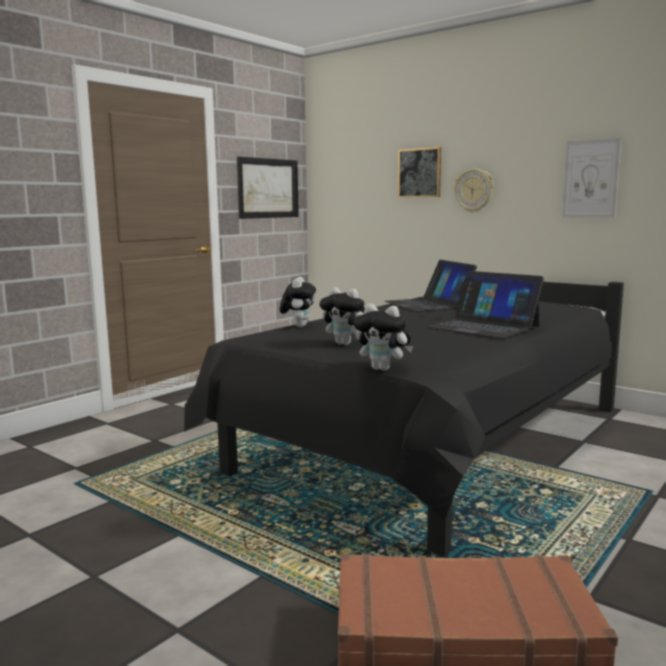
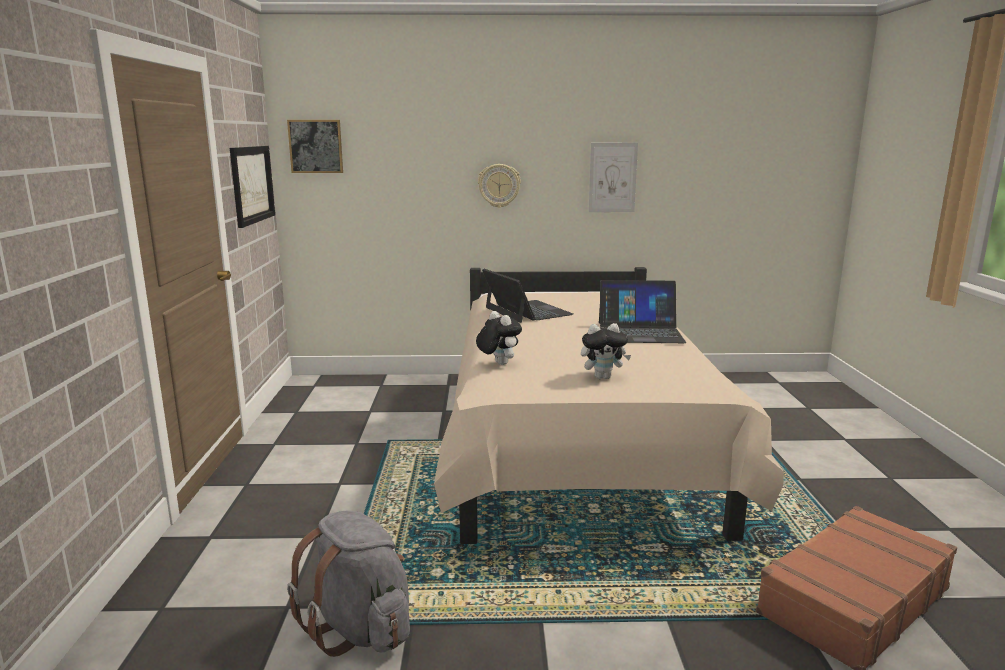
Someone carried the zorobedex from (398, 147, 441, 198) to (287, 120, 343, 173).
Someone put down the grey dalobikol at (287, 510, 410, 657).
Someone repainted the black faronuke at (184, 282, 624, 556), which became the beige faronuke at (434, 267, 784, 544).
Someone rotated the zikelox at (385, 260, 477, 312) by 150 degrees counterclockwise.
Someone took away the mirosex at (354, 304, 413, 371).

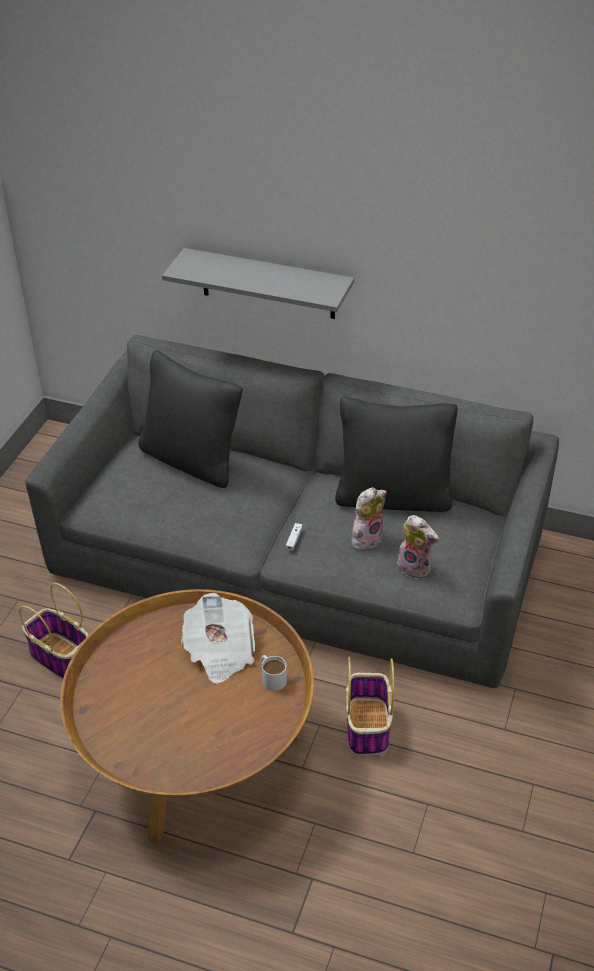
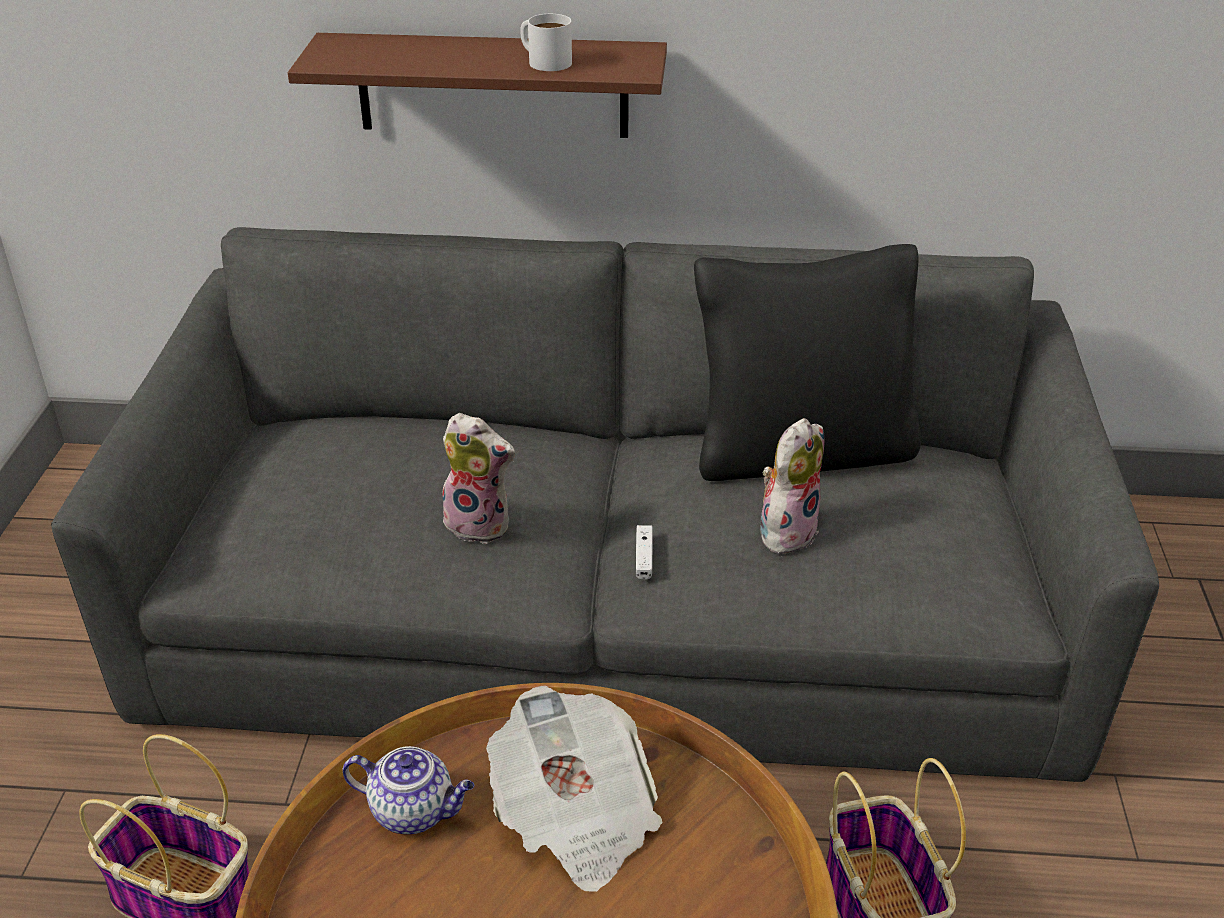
Someone repainted the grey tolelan at (162, 248, 354, 319), which became the brown tolelan at (288, 33, 667, 138).
Someone put down the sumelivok at (343, 746, 474, 834).
Someone carried the mirosex from (397, 515, 439, 579) to (442, 413, 515, 544).
Someone carried the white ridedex from (261, 655, 287, 691) to (520, 14, 572, 71).
Someone took away the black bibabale at (138, 350, 243, 488).

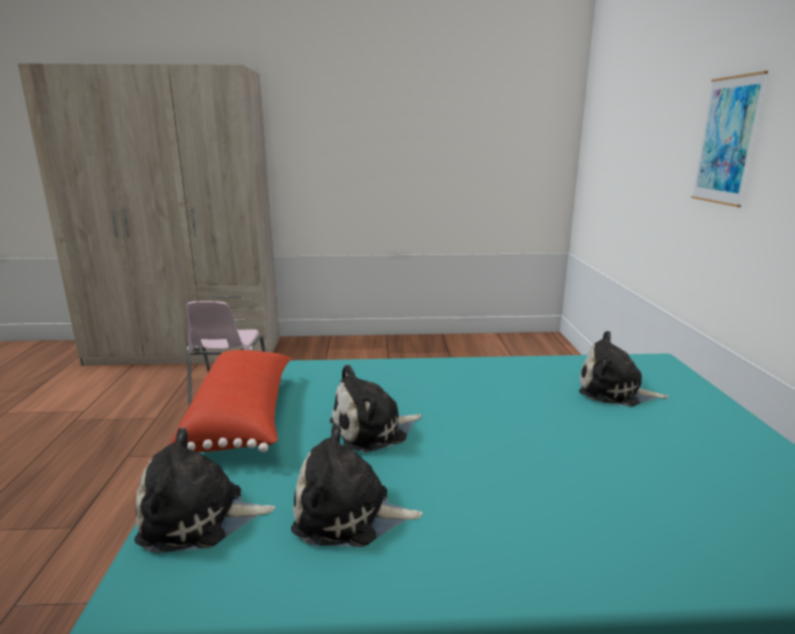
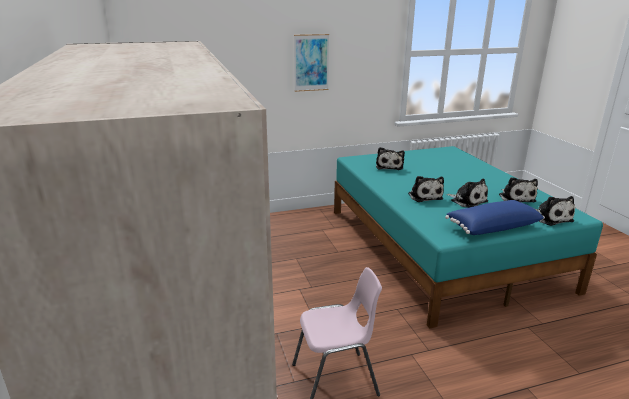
Someone put down the mirosex at (408, 176, 444, 202).
Someone repainted the red bibabale at (170, 350, 291, 452), which became the blue bibabale at (445, 200, 545, 235).

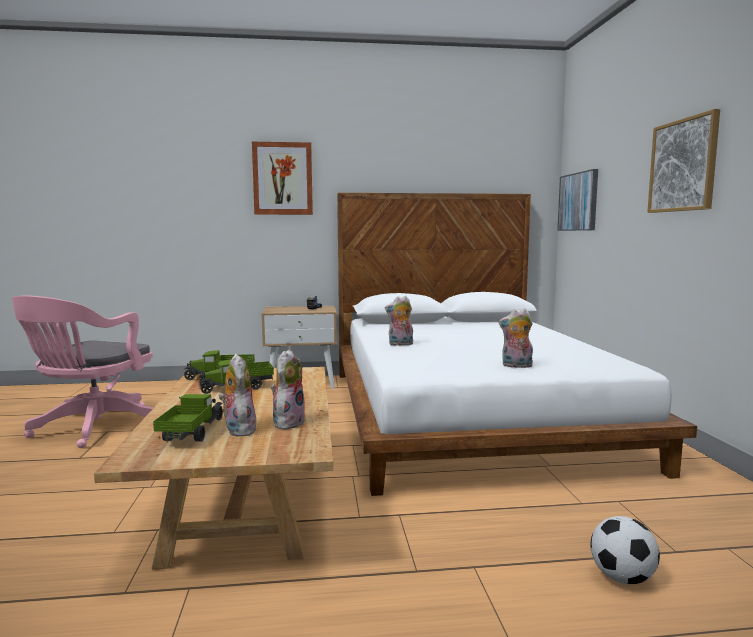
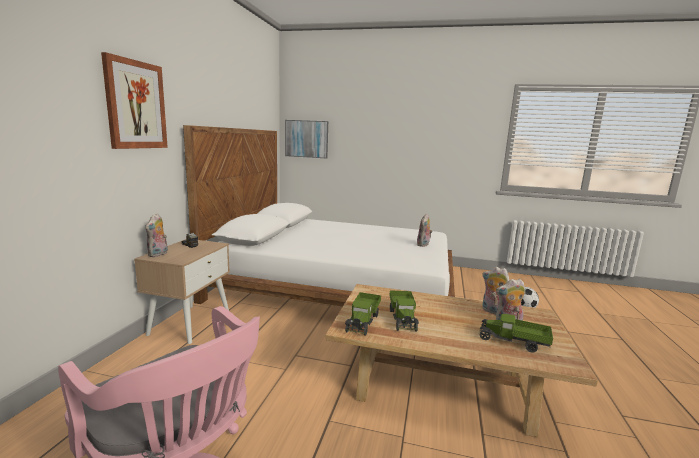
Someone carried the mirosex from (385, 296, 413, 346) to (145, 214, 168, 257).
Someone took away the zorobedex at (647, 109, 720, 213).

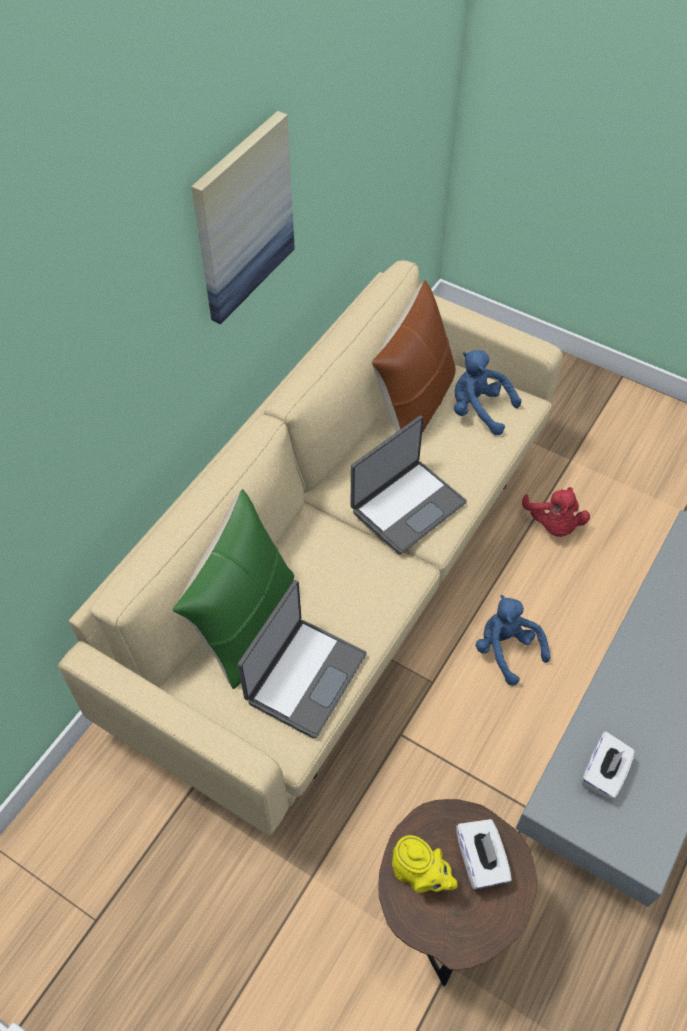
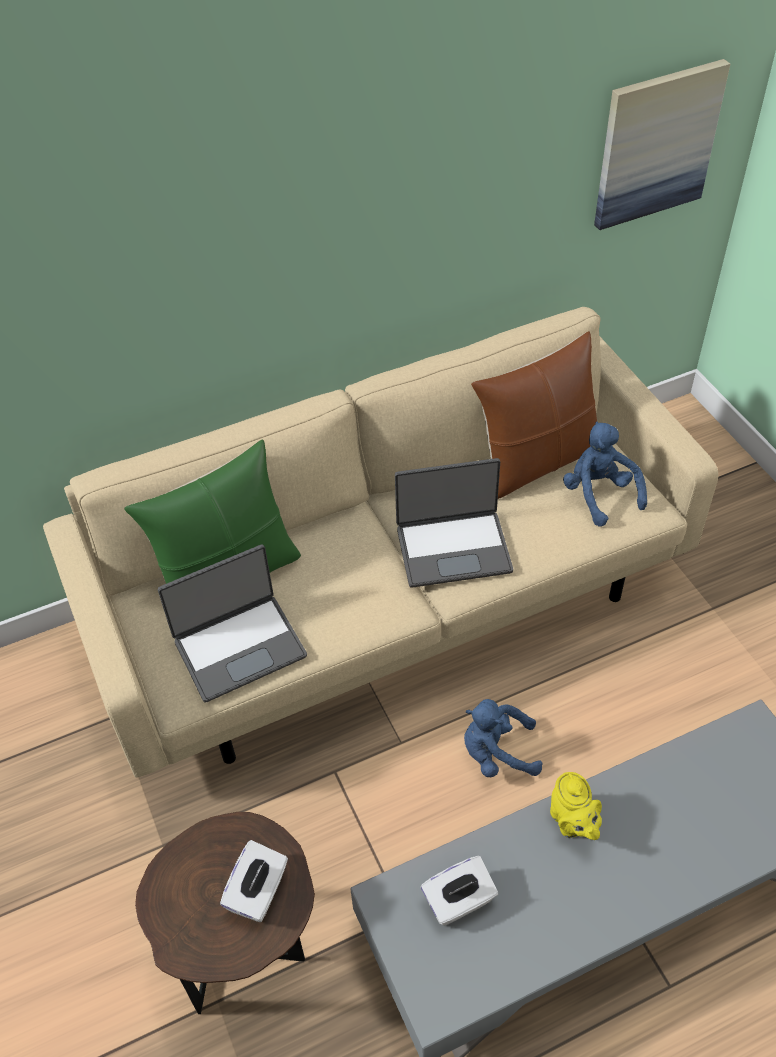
Someone rotated the blue mirosex at (476, 595, 550, 686) by 90 degrees counterclockwise.
Someone carried the yellow sumelivok from (392, 835, 457, 893) to (550, 772, 602, 840).
Someone carried the zorobedex from (191, 111, 295, 324) to (594, 59, 730, 230).
Someone took away the red mirosex at (522, 487, 590, 537).

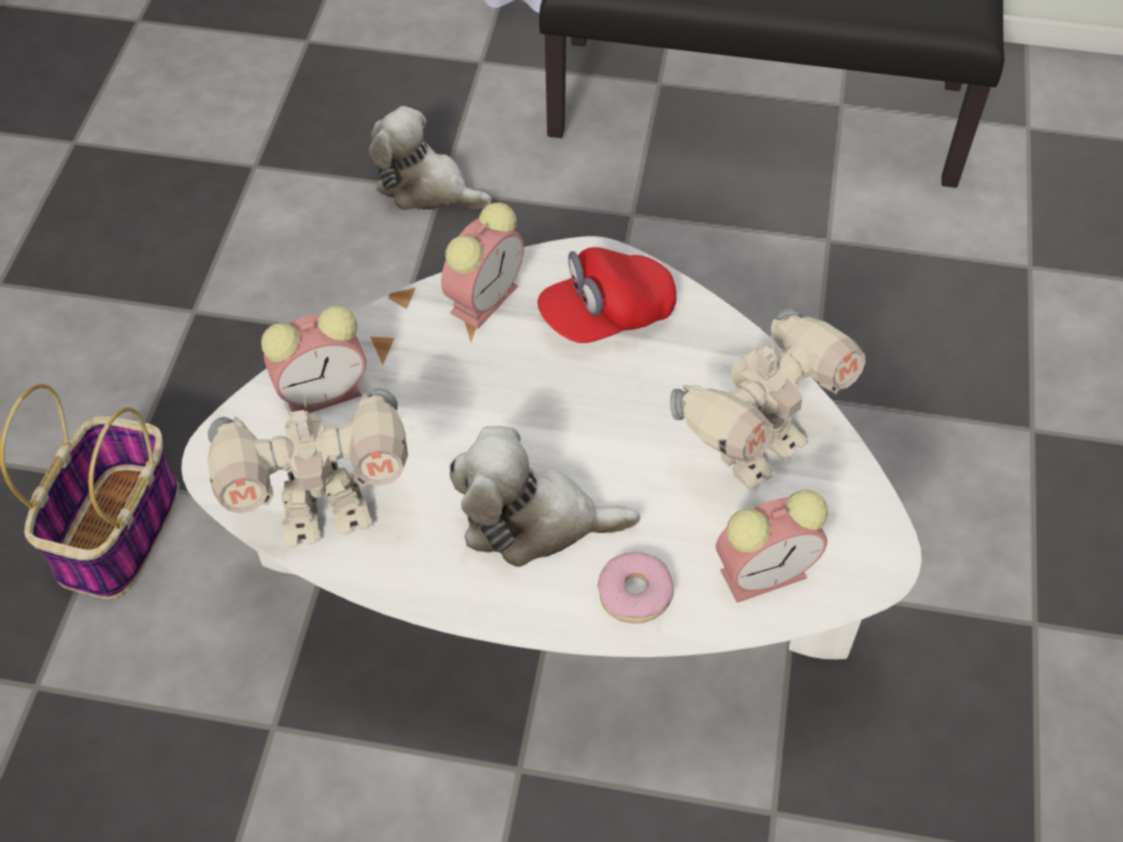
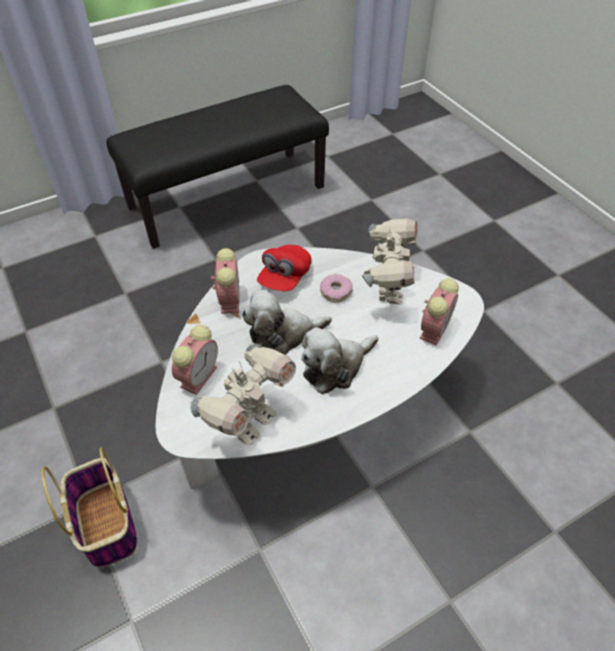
Someone carried the mirosex from (369, 106, 491, 210) to (242, 290, 332, 355).
Someone carried the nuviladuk from (597, 552, 674, 624) to (320, 274, 353, 302).

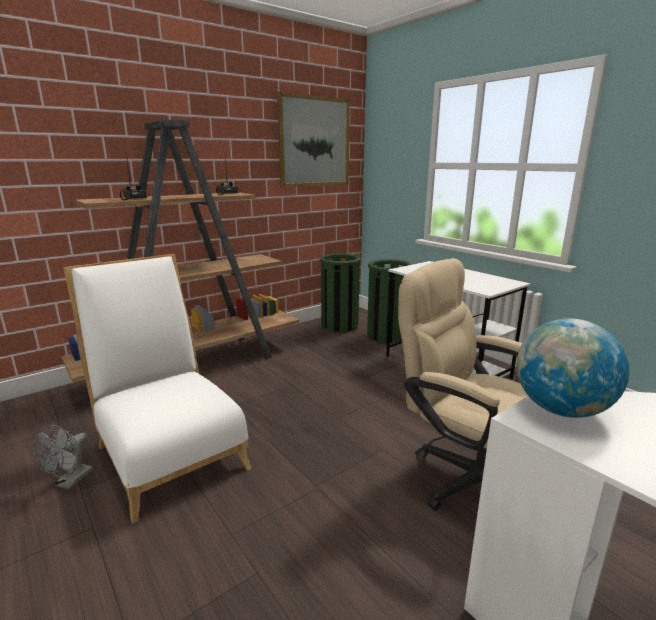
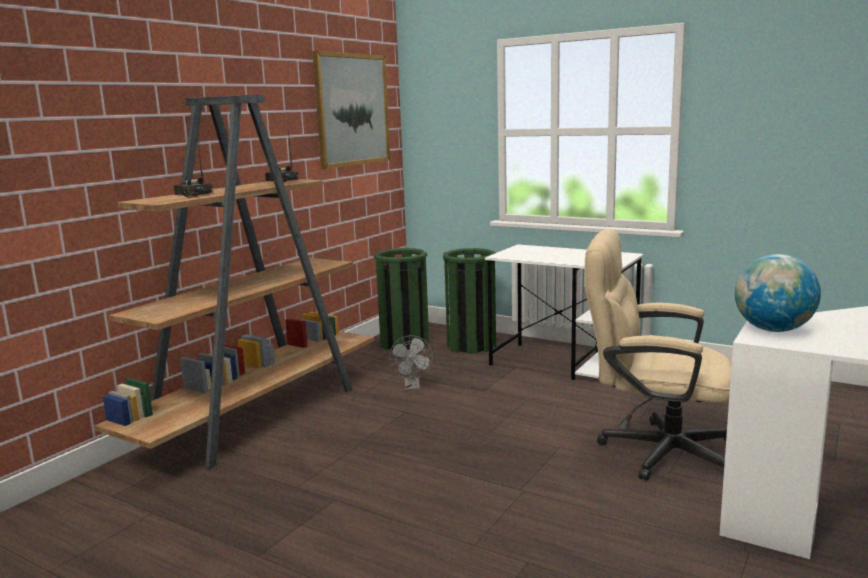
Someone carried the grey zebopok from (33, 425, 93, 490) to (389, 335, 433, 390).
Someone took away the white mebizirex at (63, 254, 252, 523).

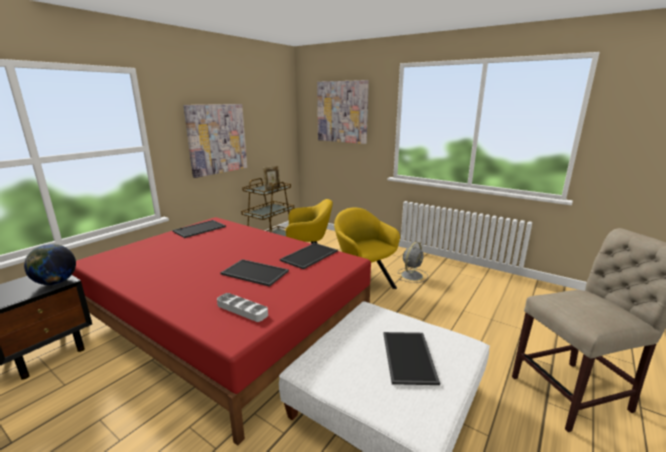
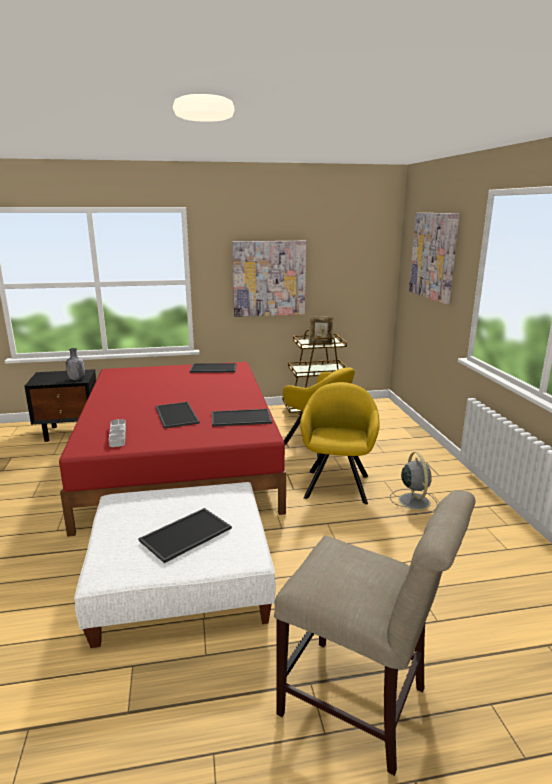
Someone swapped the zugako at (24, 244, 76, 285) for the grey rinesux at (66, 348, 85, 380).
Someone rotated the grey zebopok at (398, 242, 428, 283) by 90 degrees counterclockwise.

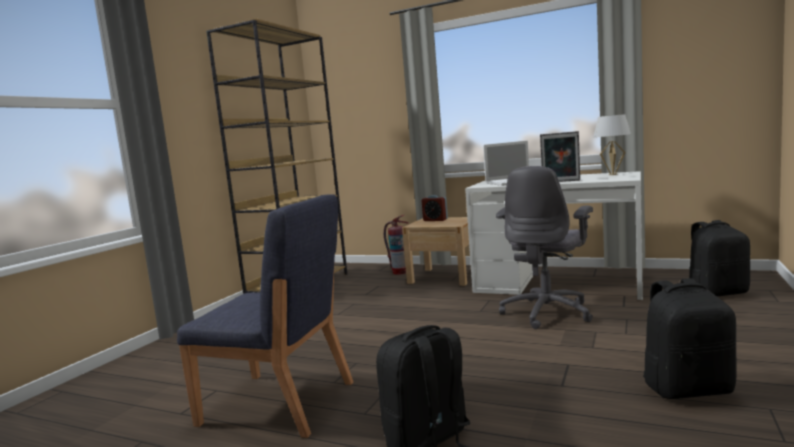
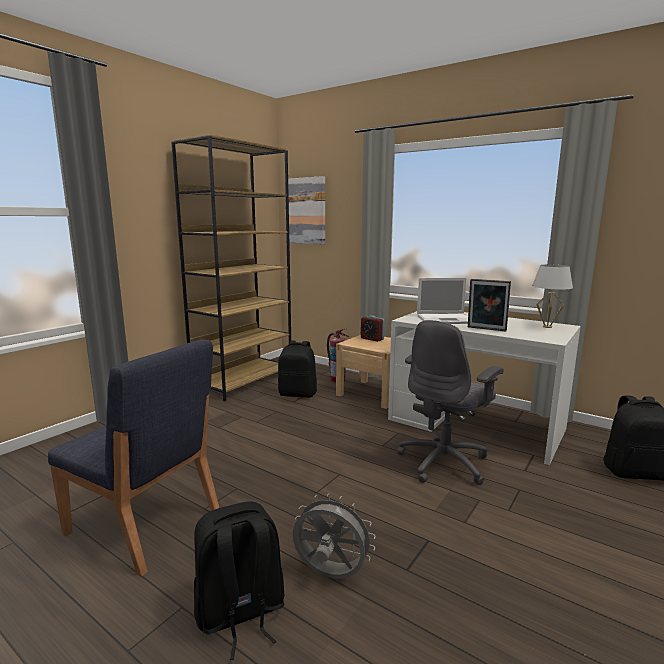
Someone carried the black dalobikol from (643, 278, 737, 399) to (278, 341, 317, 398).
Someone put up the zorobedex at (285, 176, 325, 244).
Someone put down the grey zebopok at (293, 493, 376, 579).

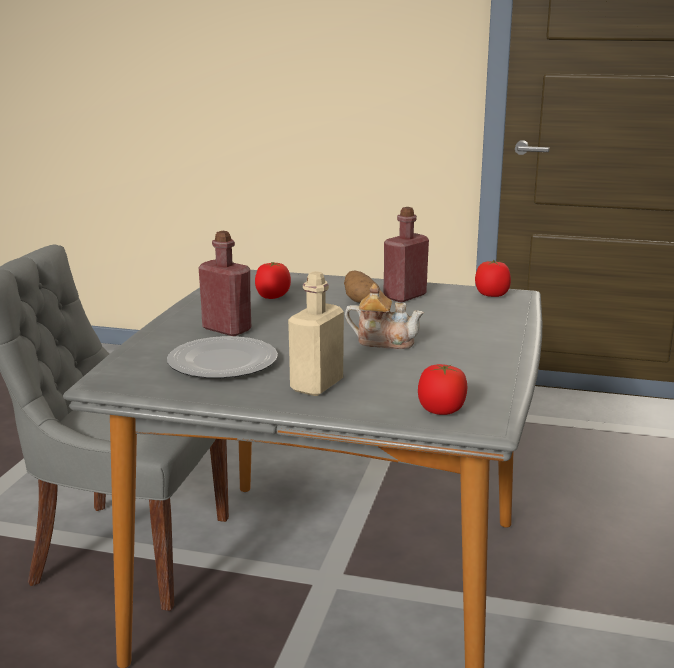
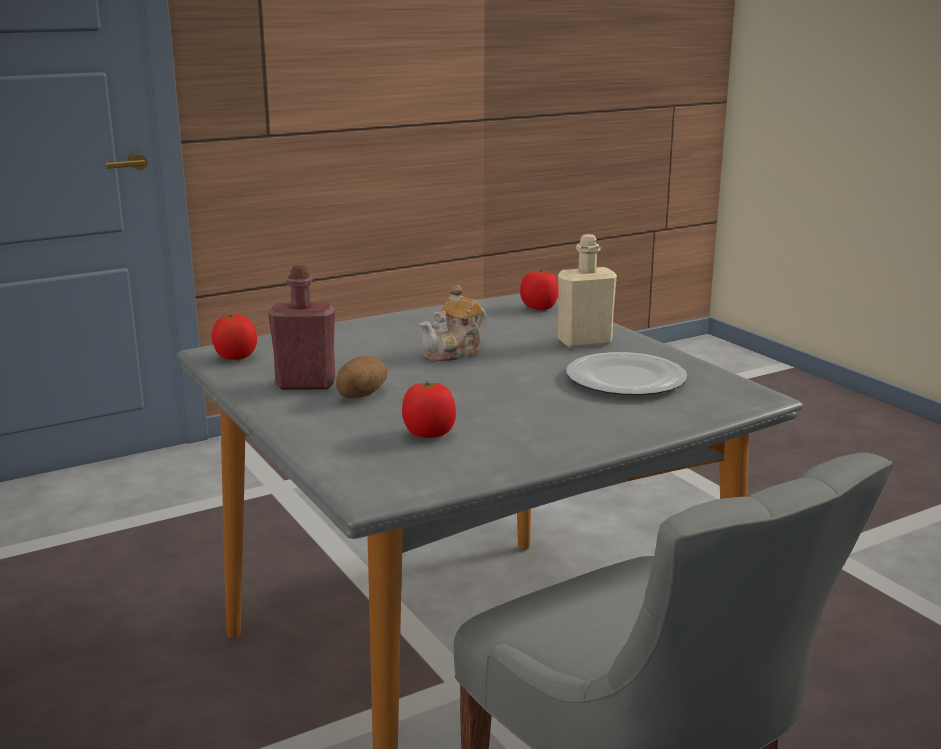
Someone rotated the sumelivok at (345, 283, 424, 349) by 105 degrees counterclockwise.
Someone took away the red rinesux at (199, 231, 251, 336).

